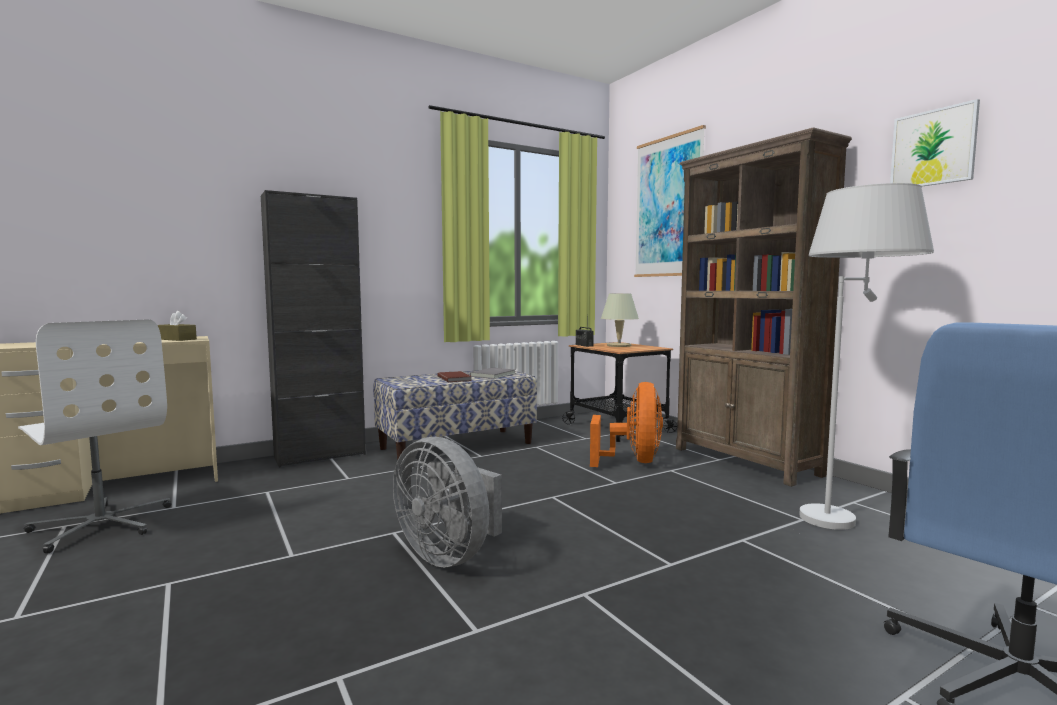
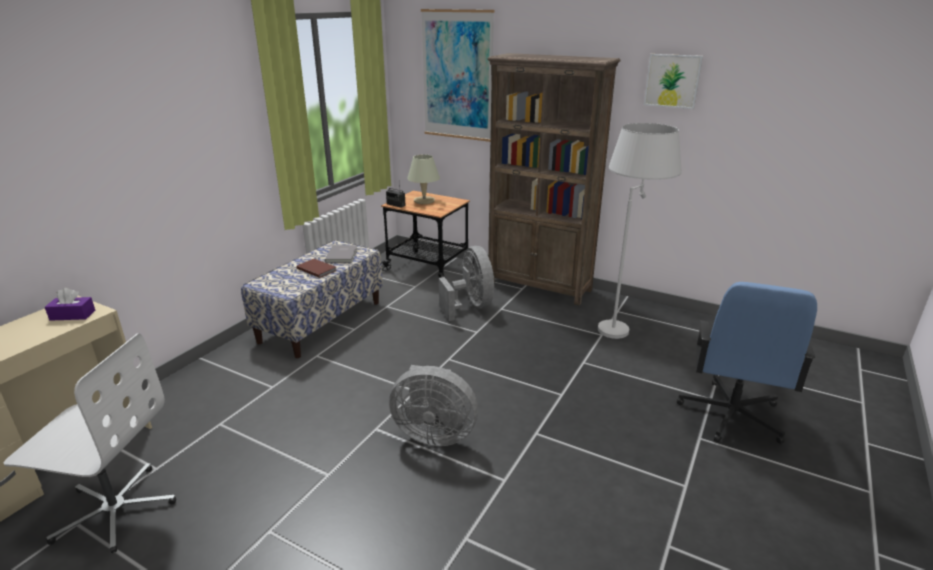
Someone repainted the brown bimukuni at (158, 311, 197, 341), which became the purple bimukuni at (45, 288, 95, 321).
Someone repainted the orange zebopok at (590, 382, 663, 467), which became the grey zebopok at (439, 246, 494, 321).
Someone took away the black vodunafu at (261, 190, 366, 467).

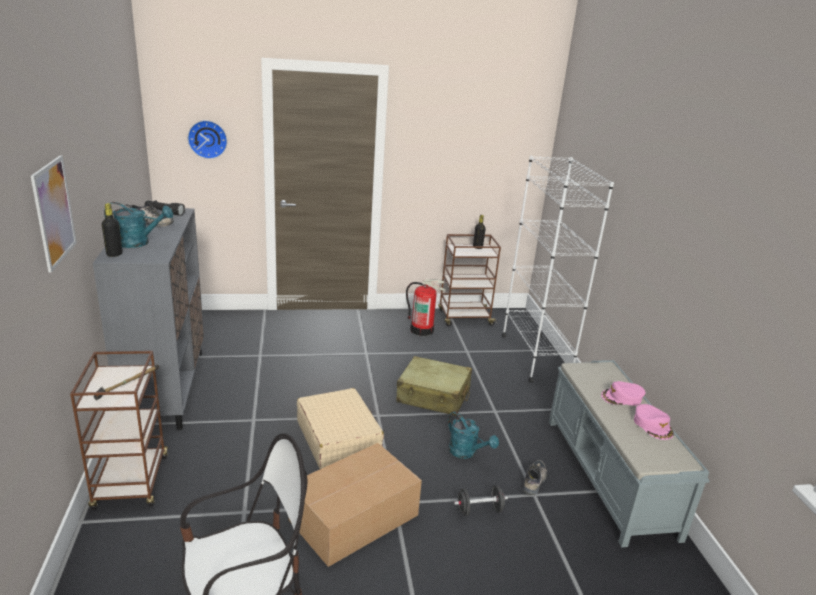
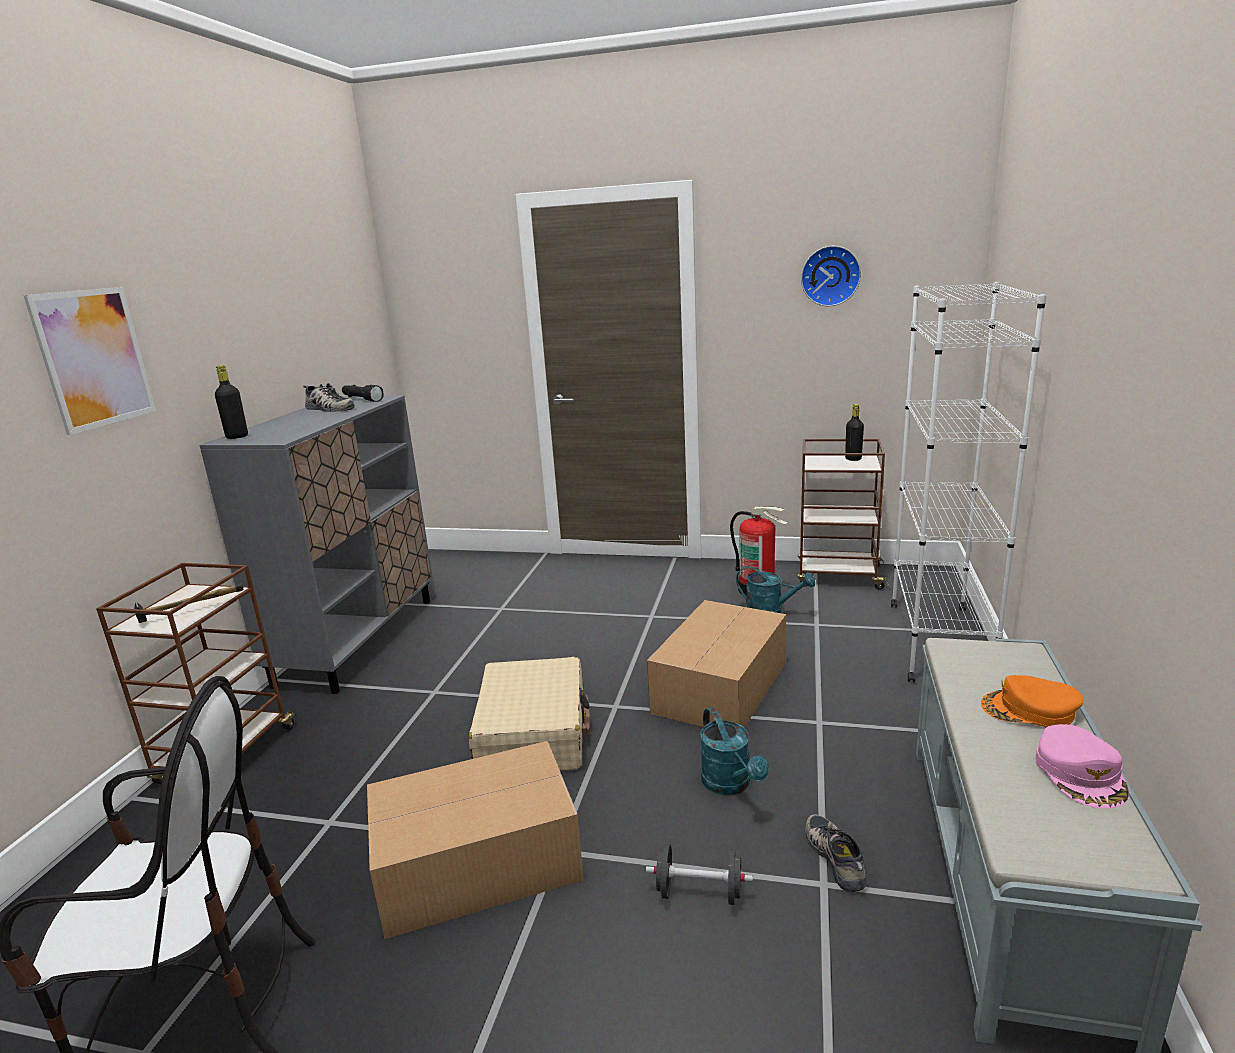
Someone swapped the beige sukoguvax at (397, 356, 472, 416) for the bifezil at (647, 600, 786, 728).
Someone carried the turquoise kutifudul from (104, 202, 173, 248) to (736, 566, 815, 613).
Someone carried the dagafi from (188, 120, 227, 159) to (801, 246, 861, 306).
Someone rotated the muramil at (522, 460, 547, 495) by 60 degrees counterclockwise.
Someone repainted the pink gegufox at (601, 381, 646, 406), which became the orange gegufox at (981, 675, 1084, 727).

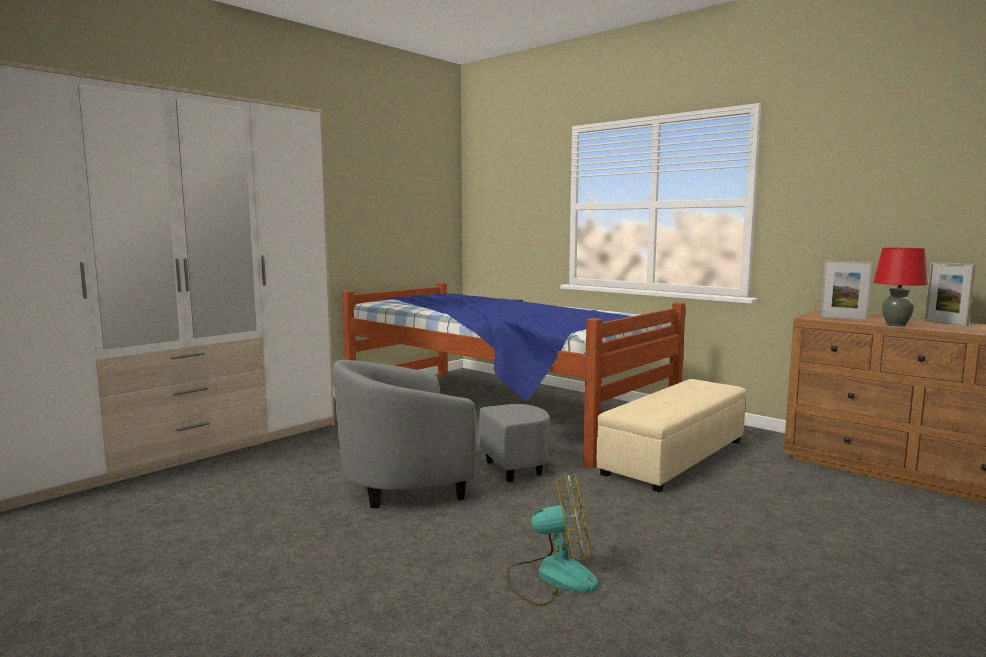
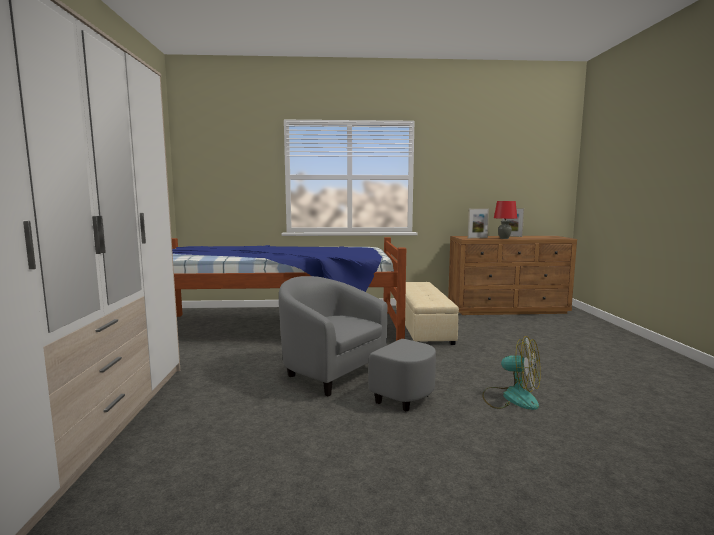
Someone rotated the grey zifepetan at (333, 360, 550, 508) by 105 degrees clockwise.
Someone rotated the zebopok at (506, 472, 598, 606) by 75 degrees clockwise.

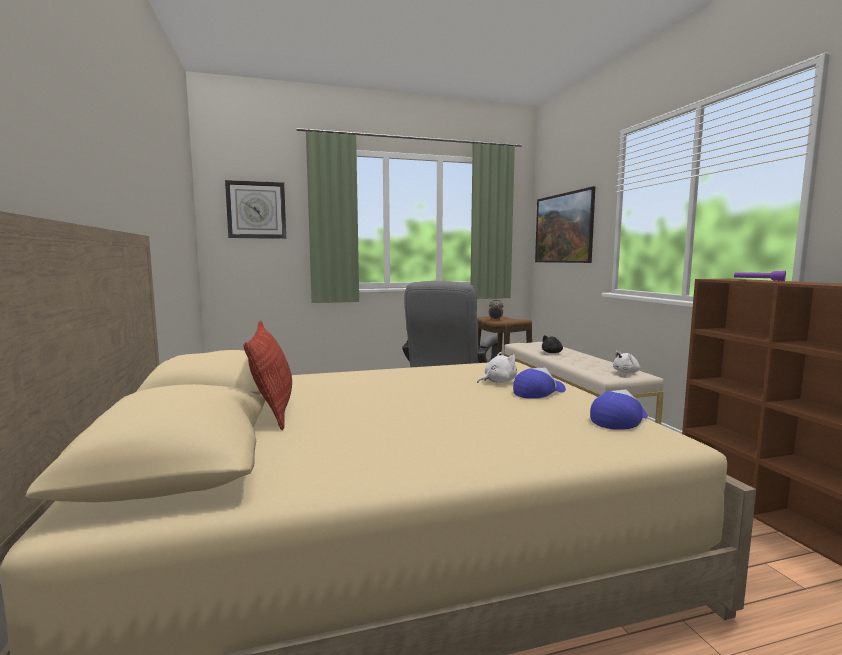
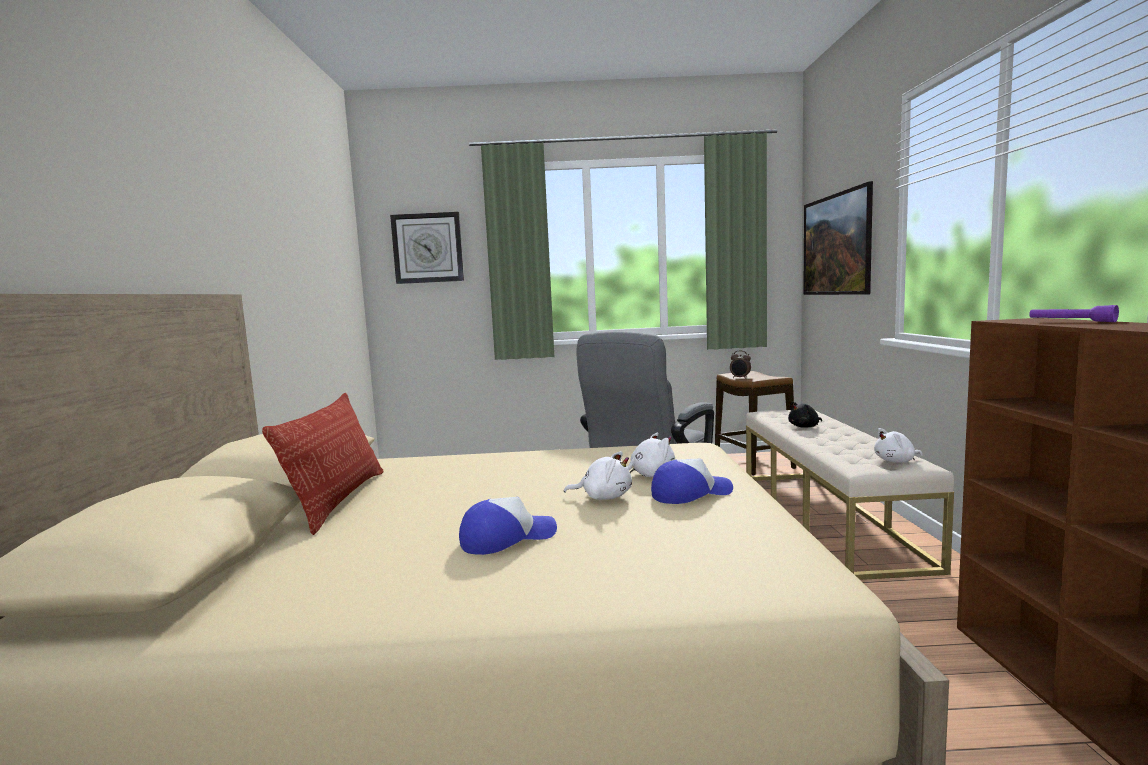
Someone carried the gegufox from (590, 389, 648, 430) to (459, 497, 557, 555).
Someone put down the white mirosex at (564, 451, 632, 500).

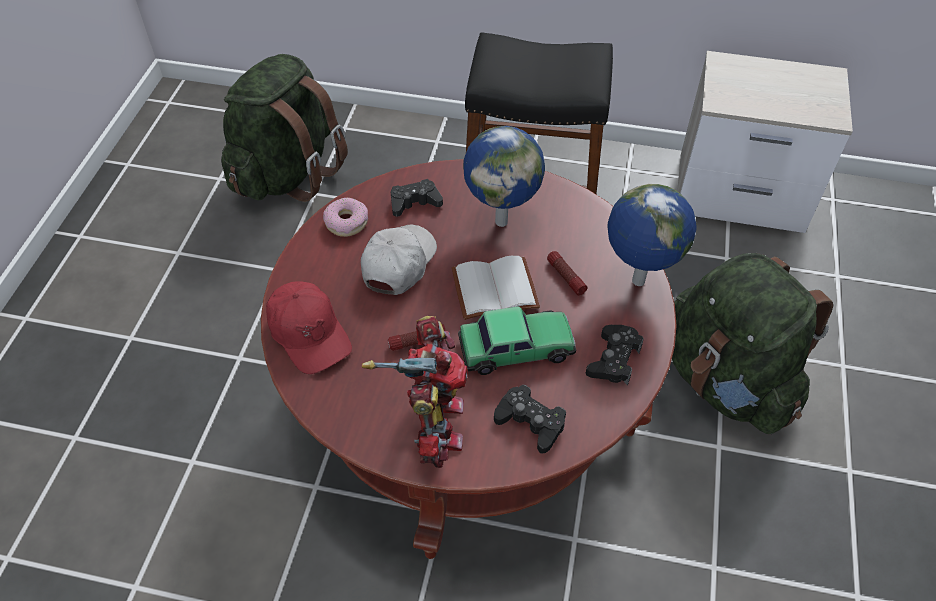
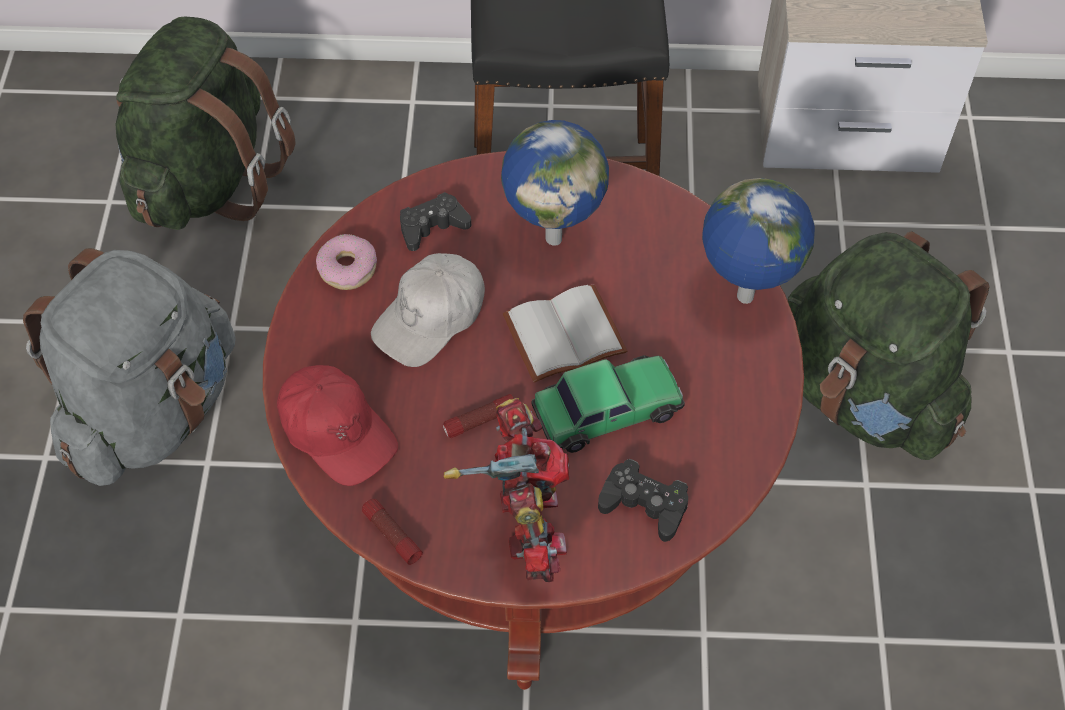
Someone put down the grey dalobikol at (23, 248, 236, 486).
Someone carried the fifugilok from (547, 251, 587, 295) to (362, 499, 423, 565).
Someone rotated the white gegufox at (361, 225, 437, 295) by 150 degrees counterclockwise.
Someone took away the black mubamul at (586, 325, 644, 385).

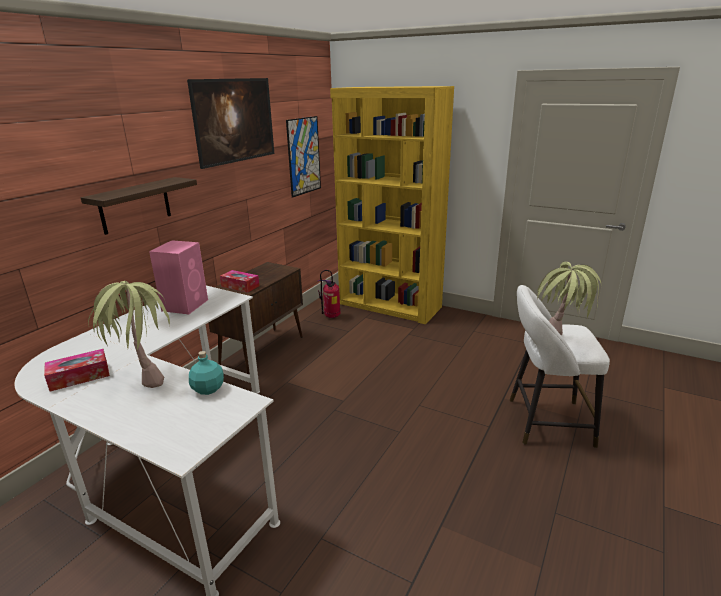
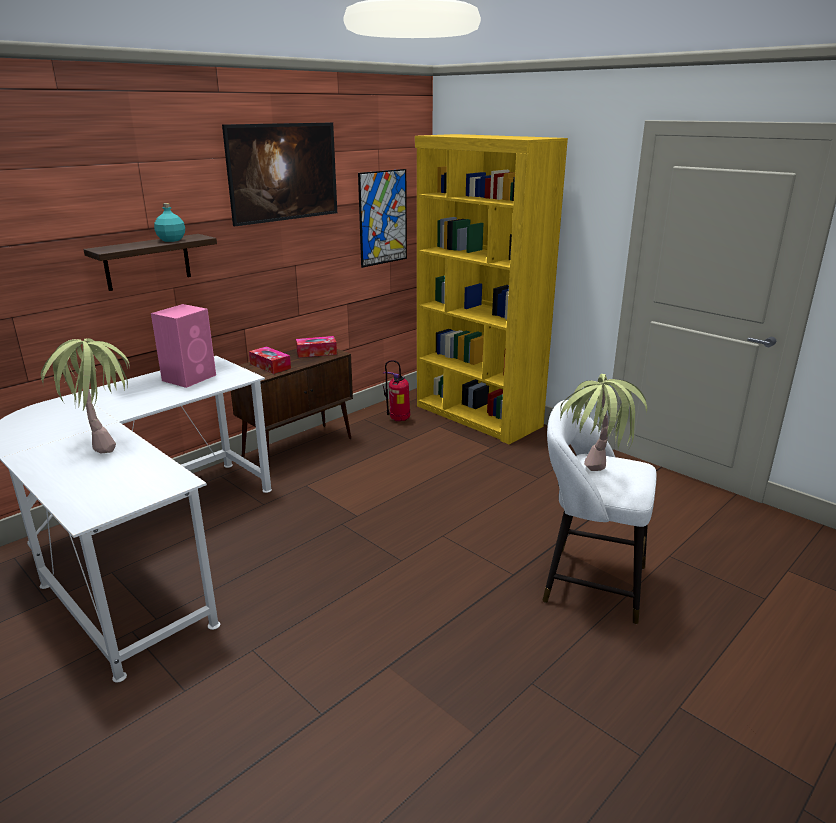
Someone carried the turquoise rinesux from (189, 351, 224, 395) to (154, 203, 185, 242).
Someone carried the bimukuni from (44, 349, 110, 391) to (296, 336, 337, 358).

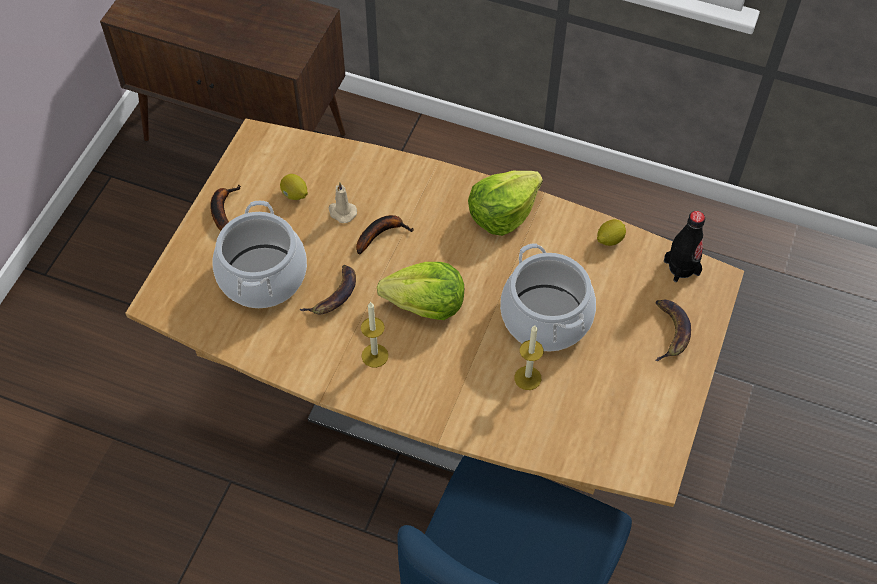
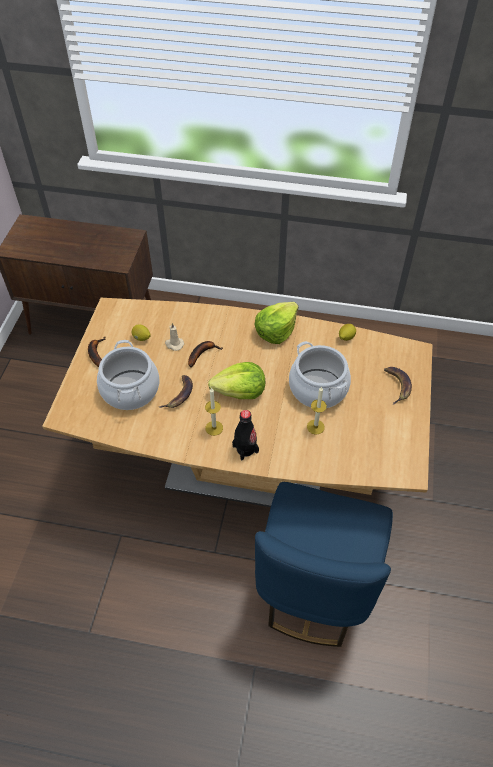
Someone carried the black rinesux from (664, 211, 705, 282) to (232, 410, 259, 460).

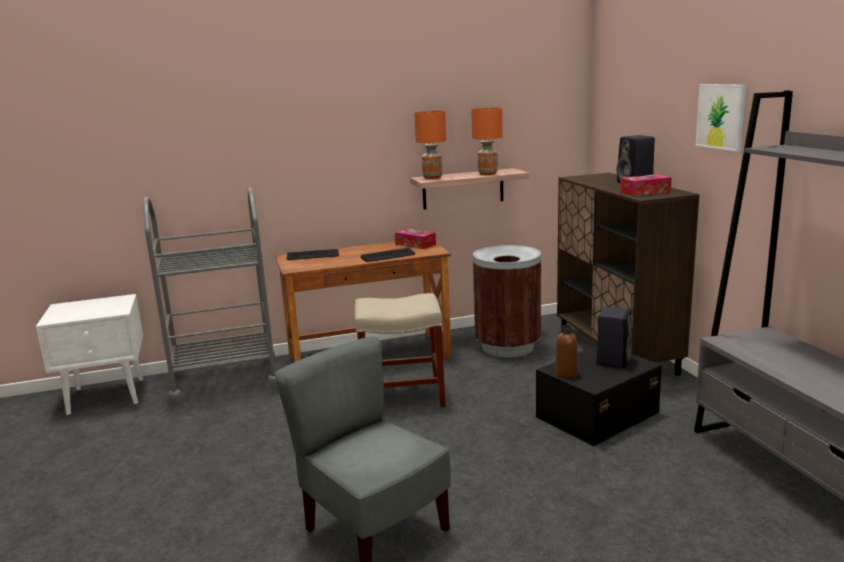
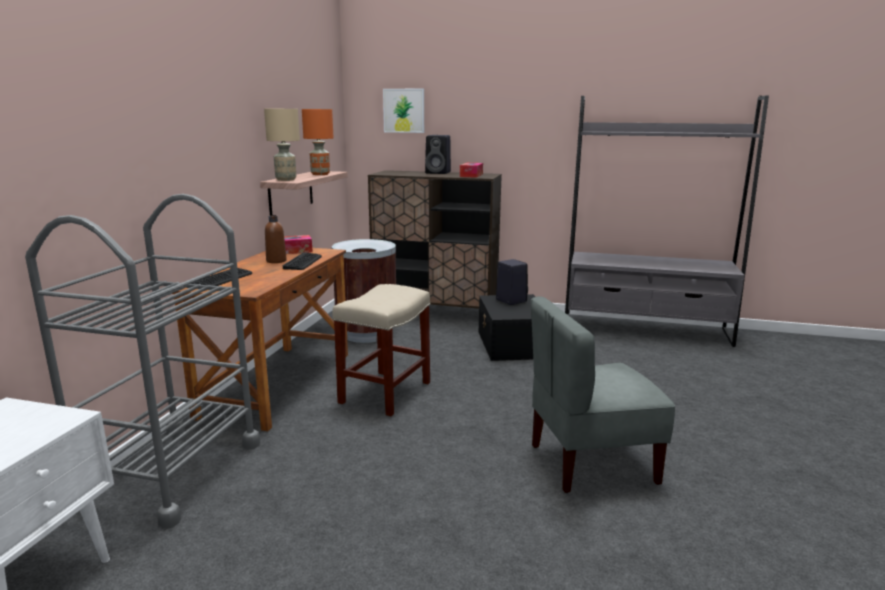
Someone repainted the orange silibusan at (414, 111, 446, 179), which became the beige silibusan at (264, 109, 300, 181).
Someone carried the brown rinesux from (555, 325, 578, 378) to (265, 215, 287, 263).
Someone carried the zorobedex from (695, 84, 746, 152) to (383, 89, 424, 133).

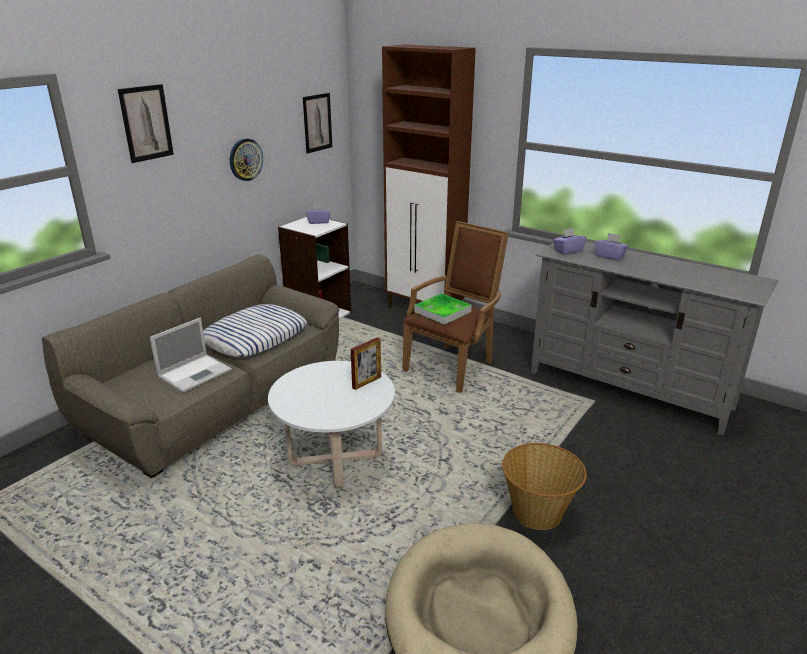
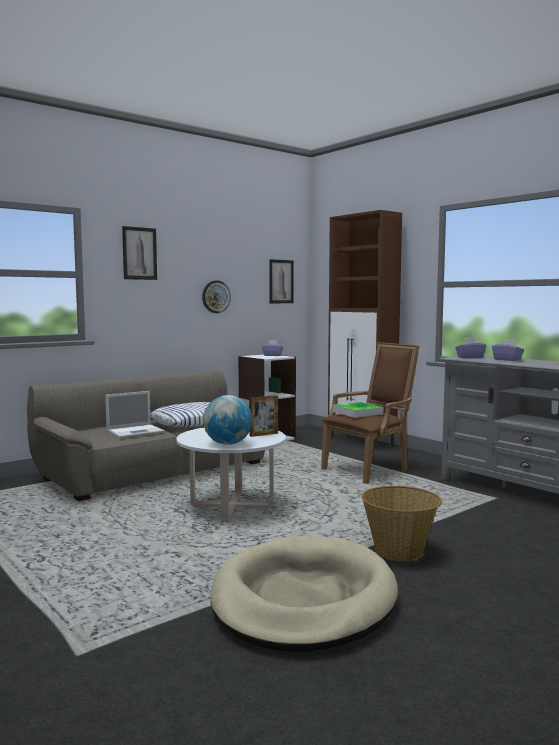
Someone put down the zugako at (203, 395, 252, 445).

